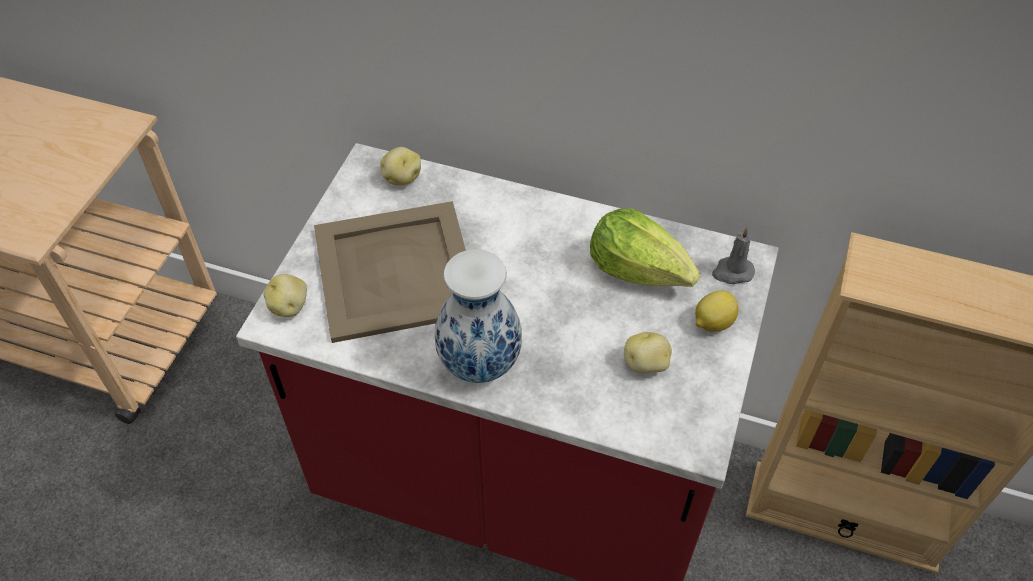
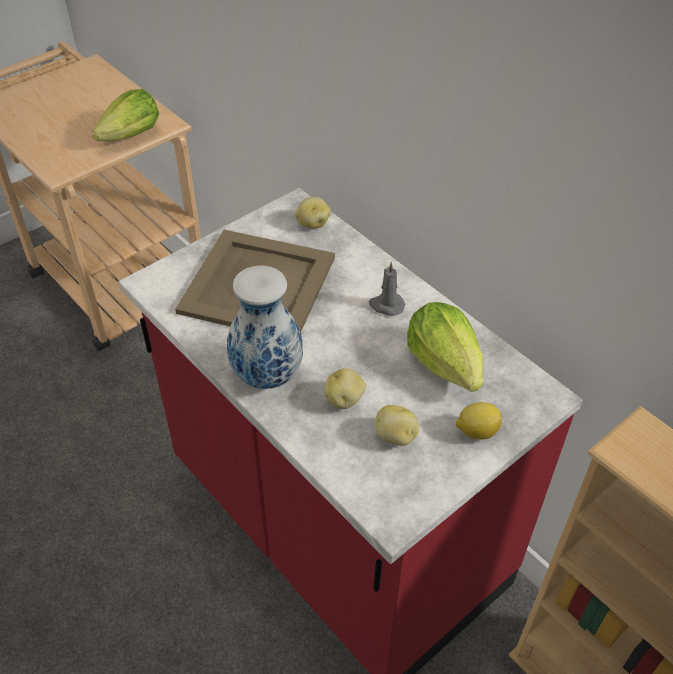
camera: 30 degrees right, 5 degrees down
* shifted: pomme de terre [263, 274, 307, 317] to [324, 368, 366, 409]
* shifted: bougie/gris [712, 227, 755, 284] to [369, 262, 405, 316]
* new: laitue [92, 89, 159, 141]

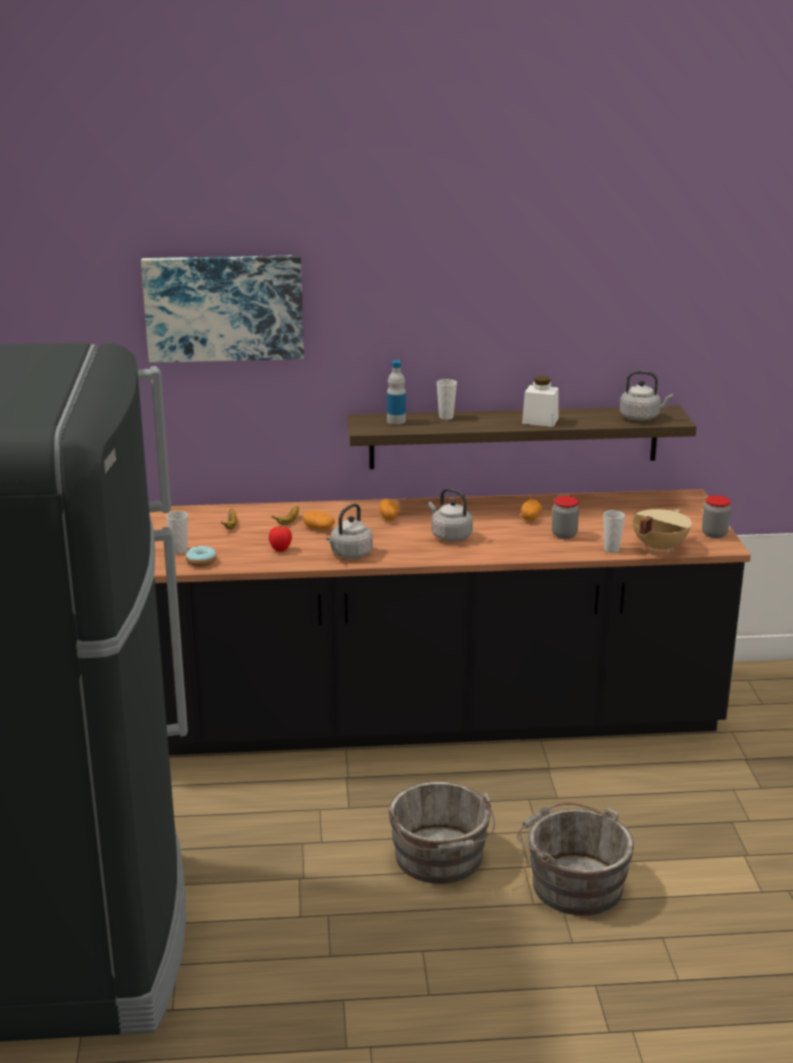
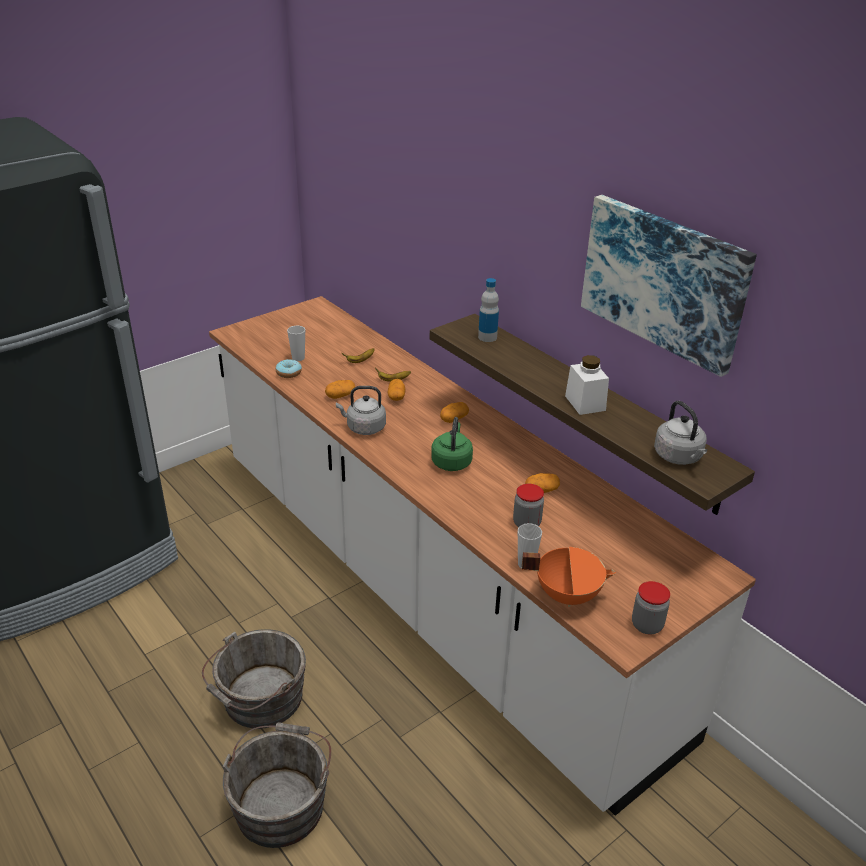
camera: 55 degrees right, 10 degrees up
* shifted: tableau [141, 255, 304, 363] to [581, 195, 757, 377]
* repainted: comptoir de cuisine/noir [149, 489, 751, 755] to comptoir de cuisine/blanc [209, 296, 756, 816]
* swapped: tomate [269, 526, 292, 552] to pomme de terre [325, 380, 355, 399]
* repainted: bouilloire/gris [428, 488, 473, 541] to bouilloire/vert [431, 417, 473, 471]
* gone: tasse [437, 379, 457, 420]
* repainted: marmite/beige [633, 509, 692, 552] to marmite/orange [522, 547, 616, 607]

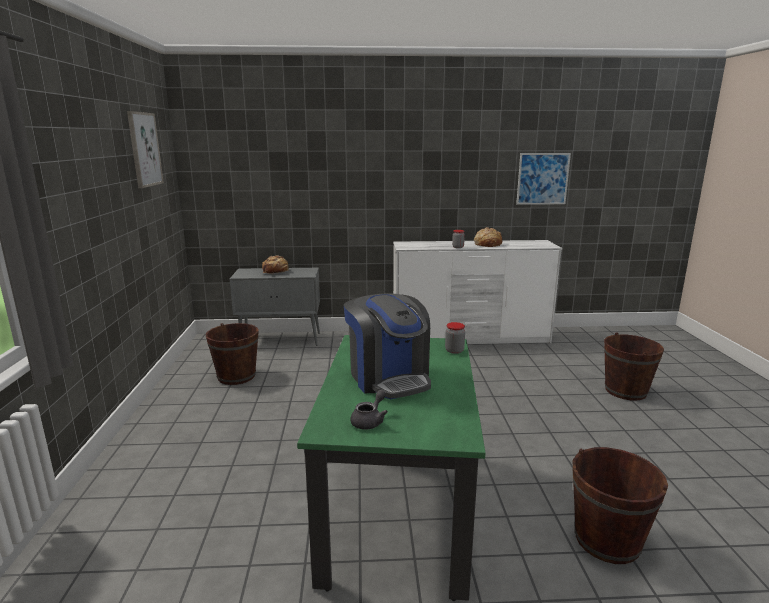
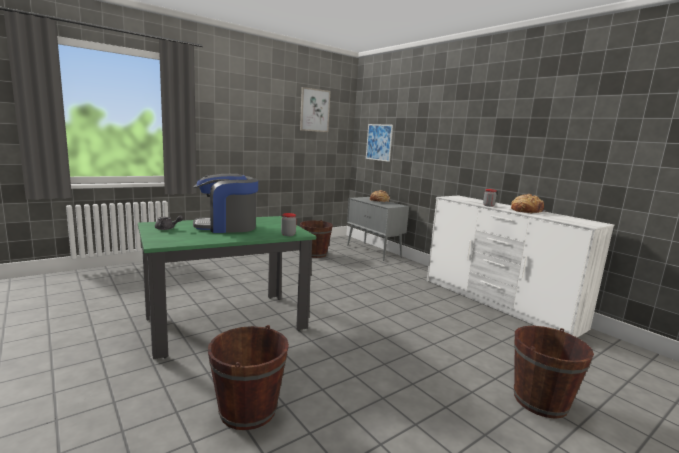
camera: 55 degrees right, 5 degrees down
* rotated: machine à café [344, 293, 431, 399] = [193, 174, 258, 233] 45 degrees clockwise
* shifted: tableau [516, 153, 571, 205] to [366, 124, 393, 162]

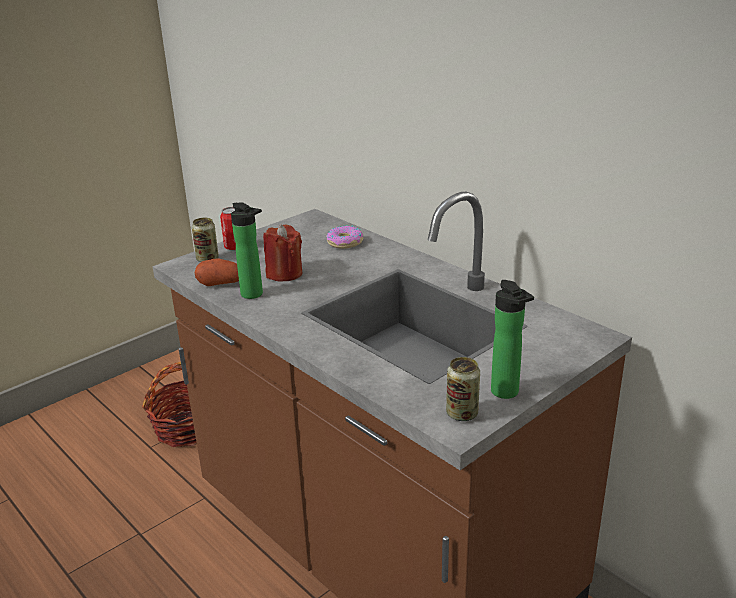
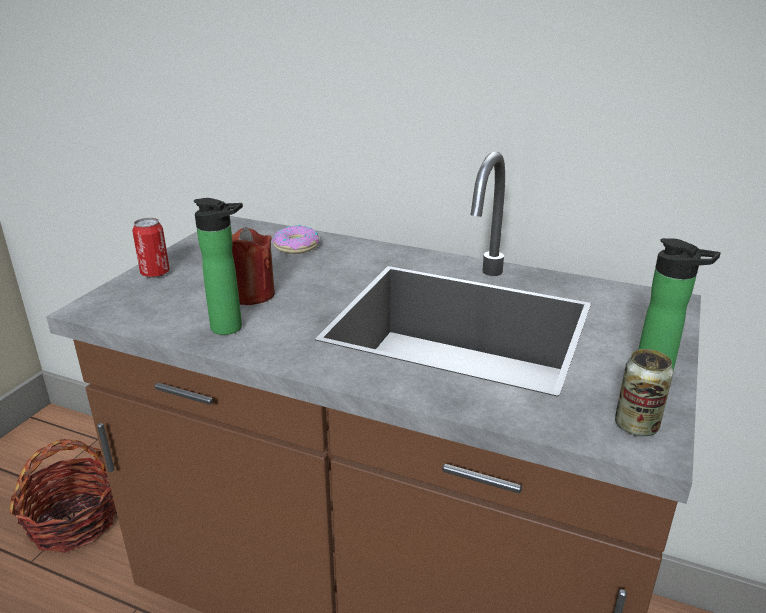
camera: 25 degrees left, 0 degrees up
* gone: boîte métallique [192, 218, 219, 262]
* gone: pomme de terre [194, 258, 239, 286]

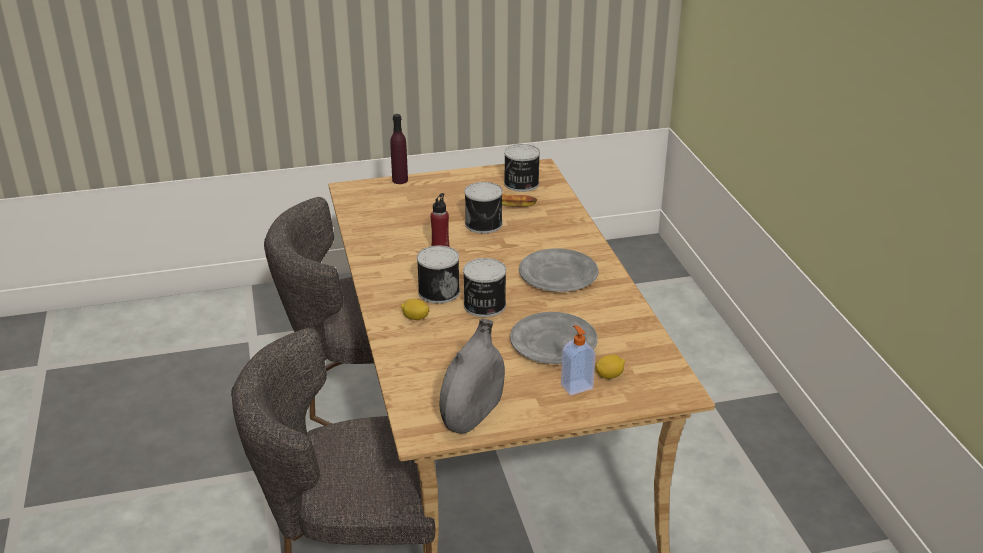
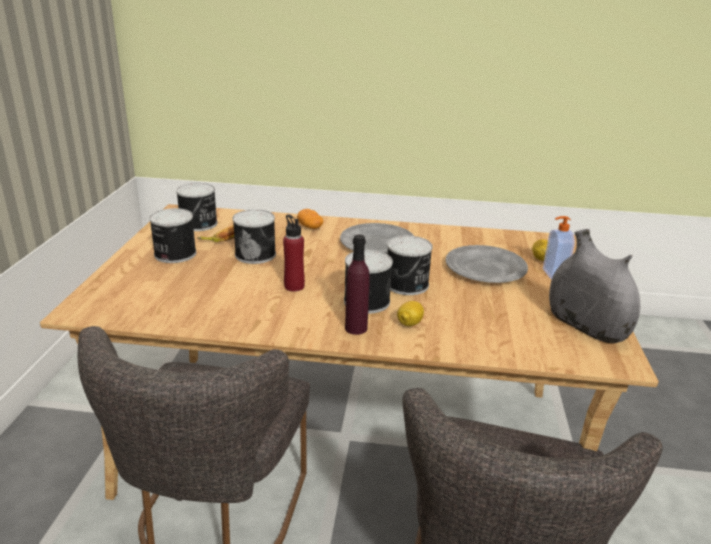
camera: 70 degrees left, 5 degrees down
* shifted: bouteille/violet [390, 114, 408, 184] to [345, 235, 370, 335]
* new: boîte métallique [149, 208, 196, 263]
* new: pomme de terre [297, 209, 323, 229]

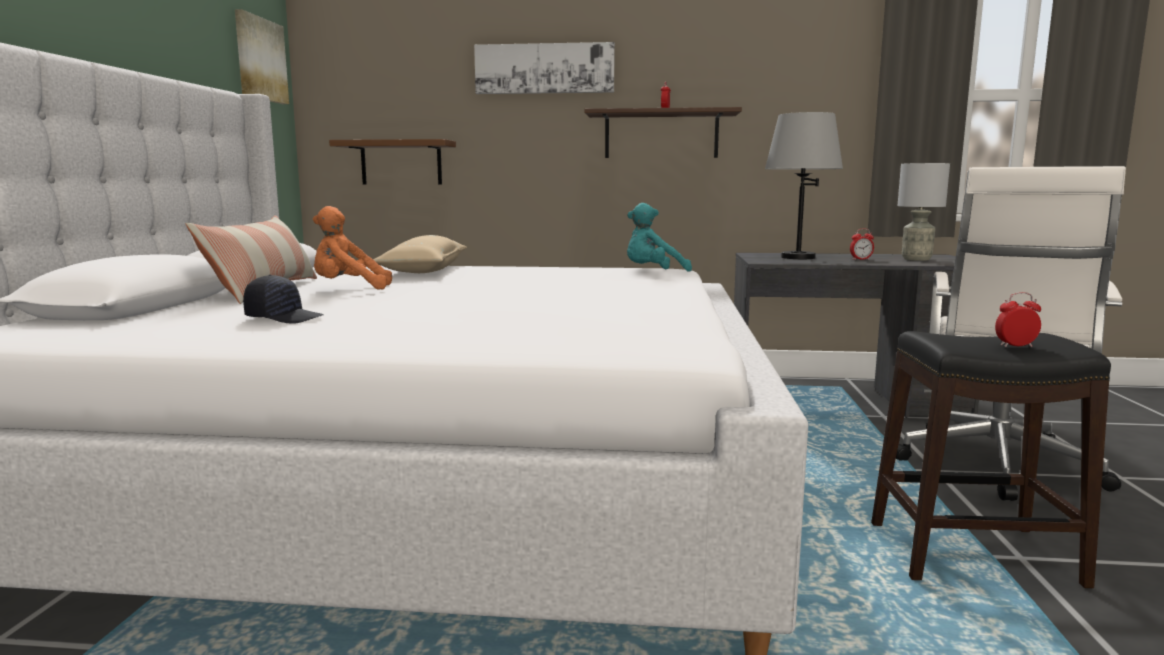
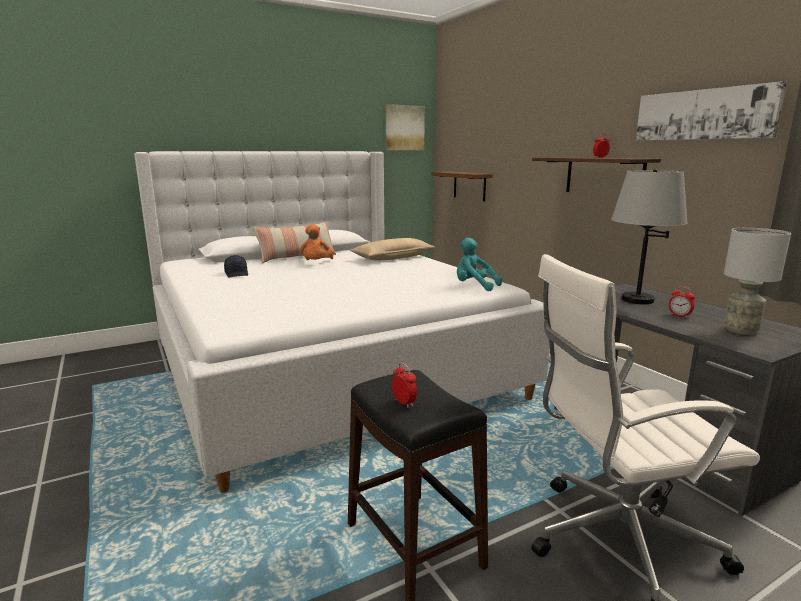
camera: 55 degrees right, 5 degrees up
* rotated: peluche/orange [313, 206, 392, 290] = [300, 224, 334, 260] 135 degrees counterclockwise
* shifted: tableau [474, 42, 615, 94] to [636, 81, 787, 141]

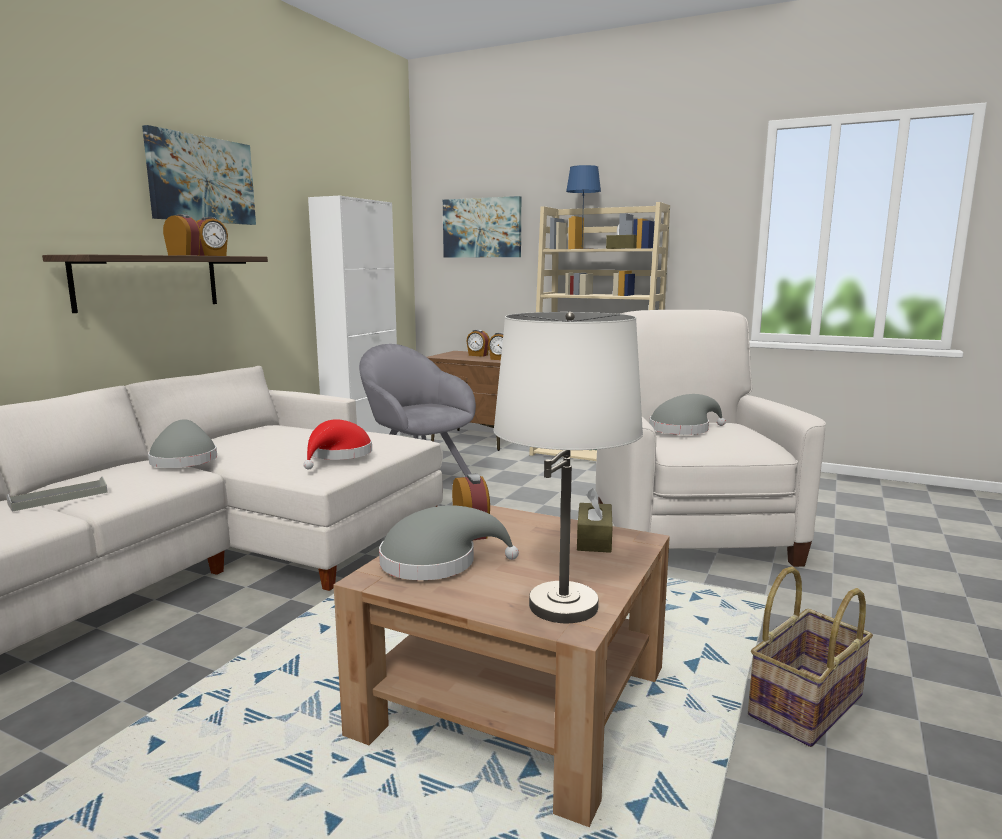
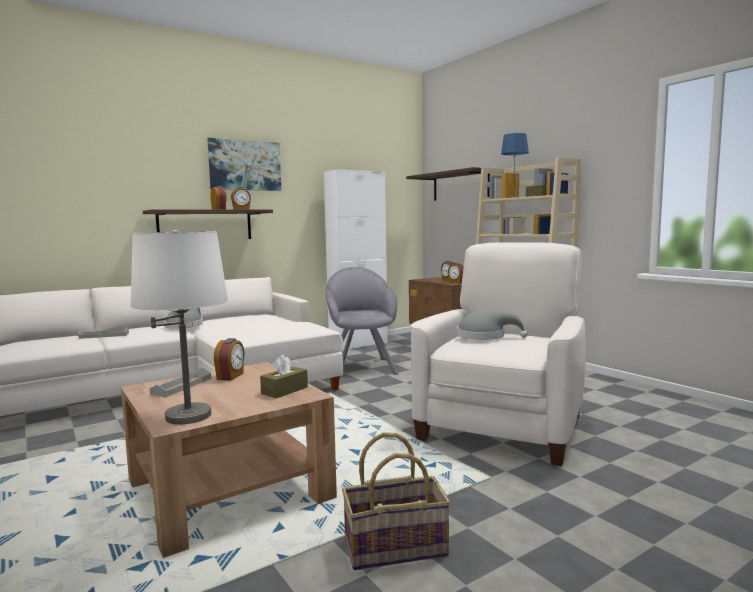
camera: 30 degrees right, 5 degrees down
* gone: chapeau/rouge [303, 419, 372, 470]
* swapped: chapeau/gris [379, 505, 519, 580] to plateau/gris [150, 368, 211, 397]
* swapped: tableau [443, 196, 521, 258] to étagère [406, 167, 490, 201]

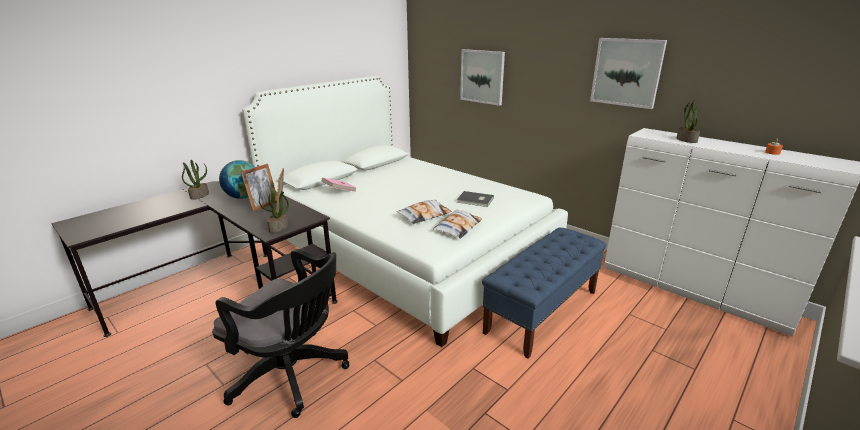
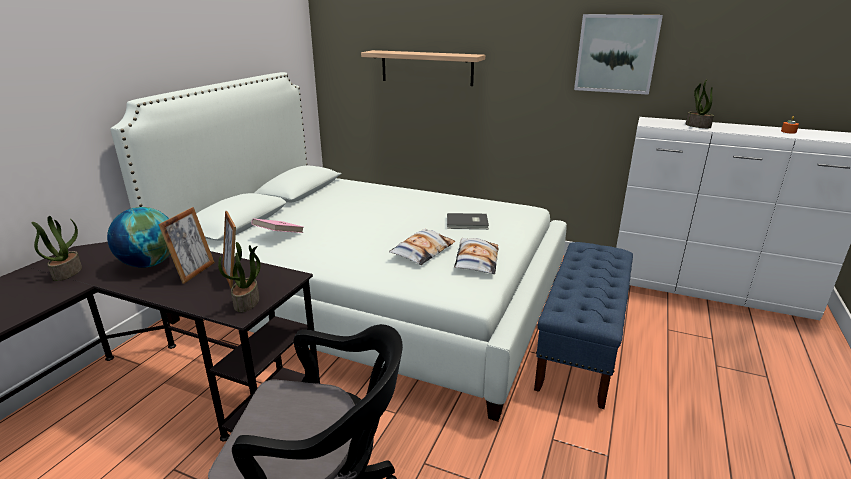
camera: 20 degrees left, 0 degrees up
* swapped: tableau [460, 49, 505, 106] to étagère [361, 50, 485, 86]

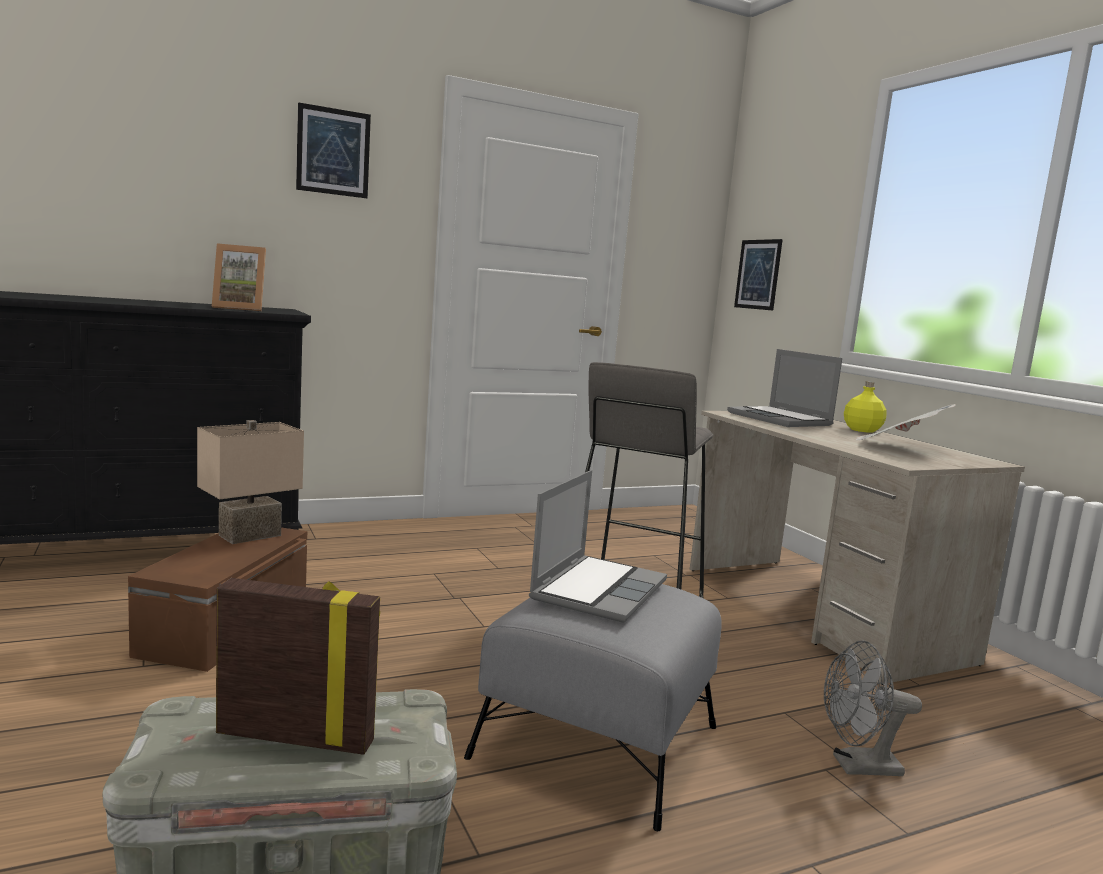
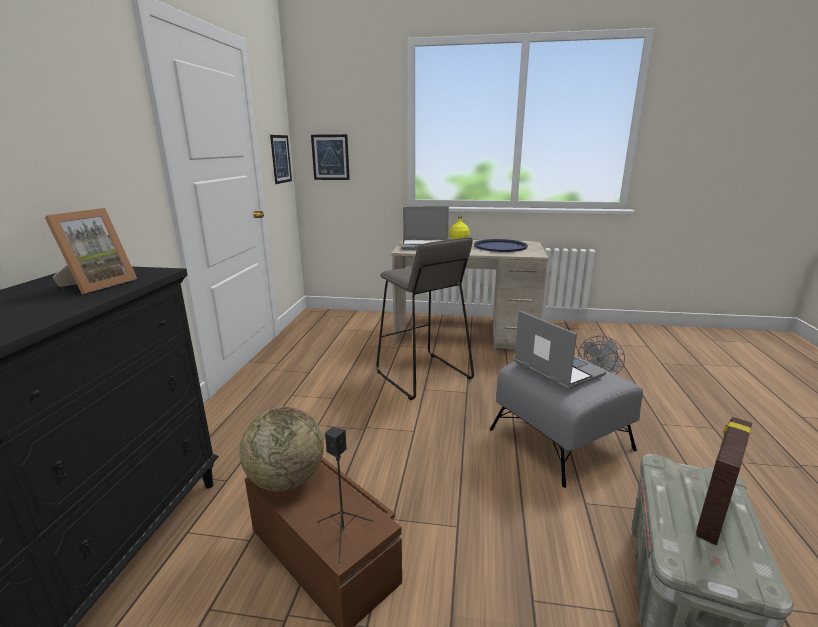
camera: 55 degrees left, 10 degrees up
* swapped: lampe de table/beige [197, 420, 304, 544] to globe [240, 407, 324, 492]
* shifted: tableau [296, 102, 371, 198] to [270, 135, 292, 184]
* swapped: journal [856, 404, 956, 441] to plateau/bleu [474, 239, 528, 252]
* new: enceinte/noir [317, 427, 374, 563]

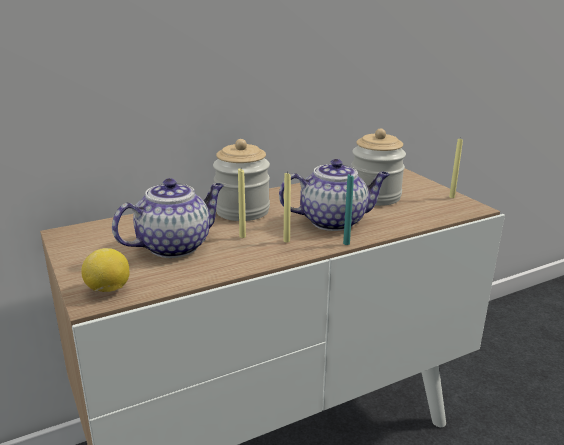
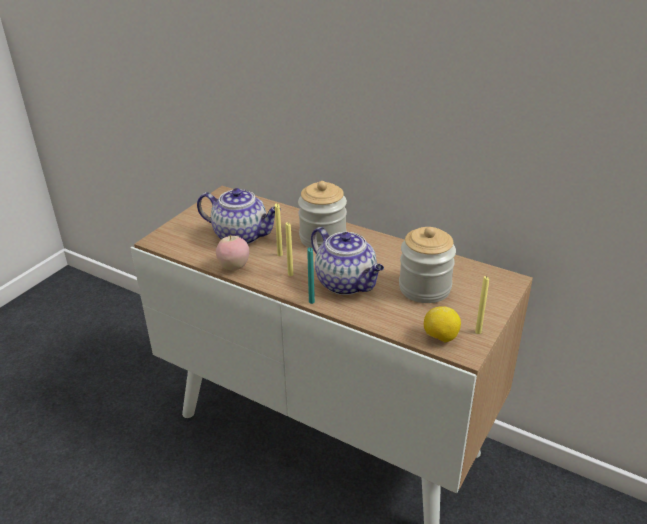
camera: 60 degrees right, 10 degrees up
* shifted: citron [81, 248, 130, 292] to [424, 306, 461, 343]
* new: pomme [216, 234, 249, 271]

